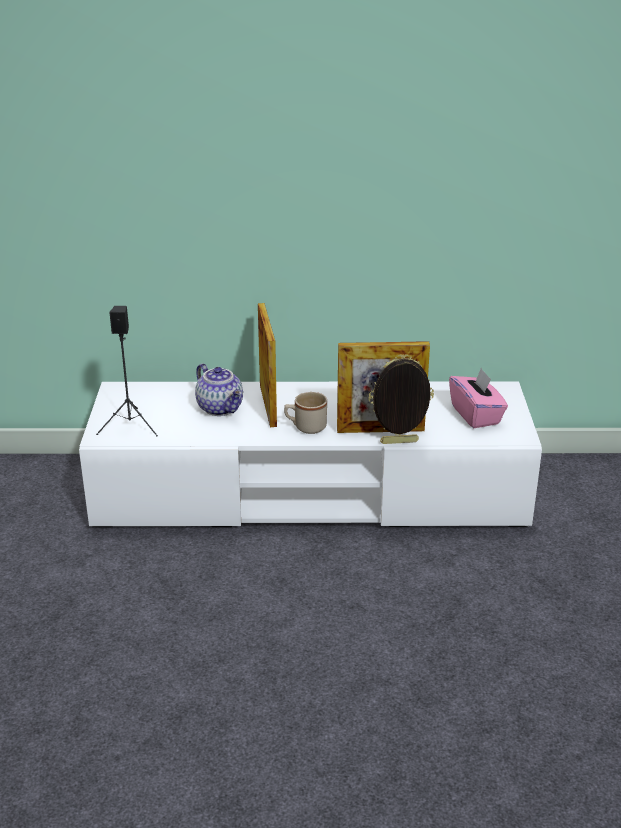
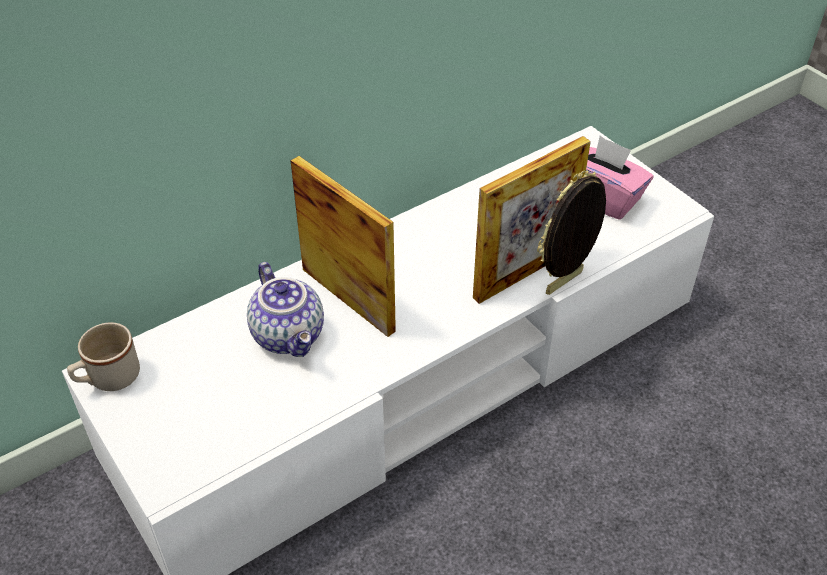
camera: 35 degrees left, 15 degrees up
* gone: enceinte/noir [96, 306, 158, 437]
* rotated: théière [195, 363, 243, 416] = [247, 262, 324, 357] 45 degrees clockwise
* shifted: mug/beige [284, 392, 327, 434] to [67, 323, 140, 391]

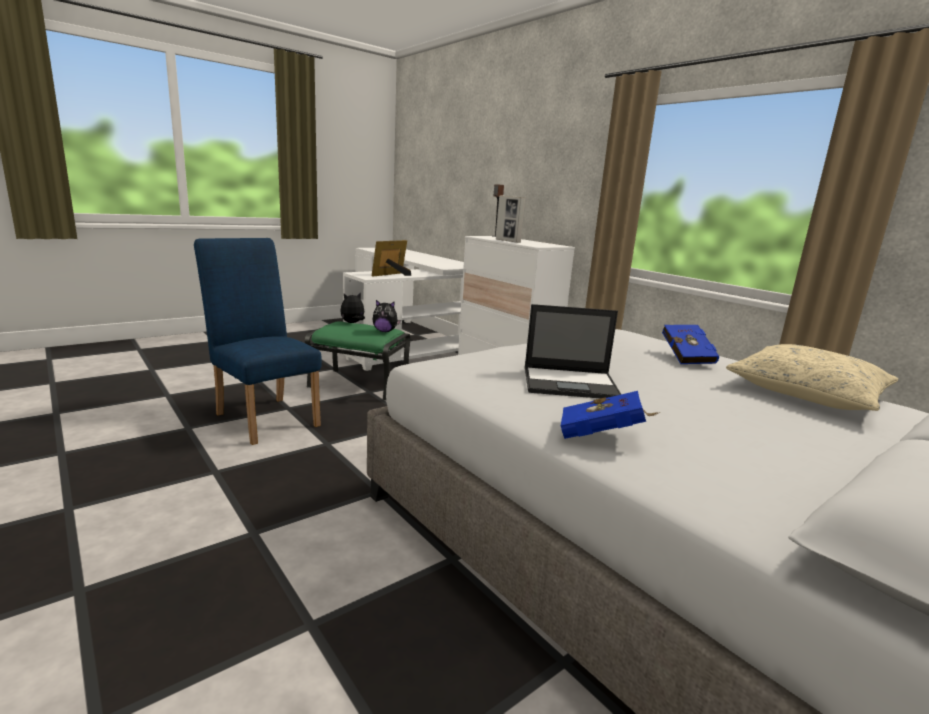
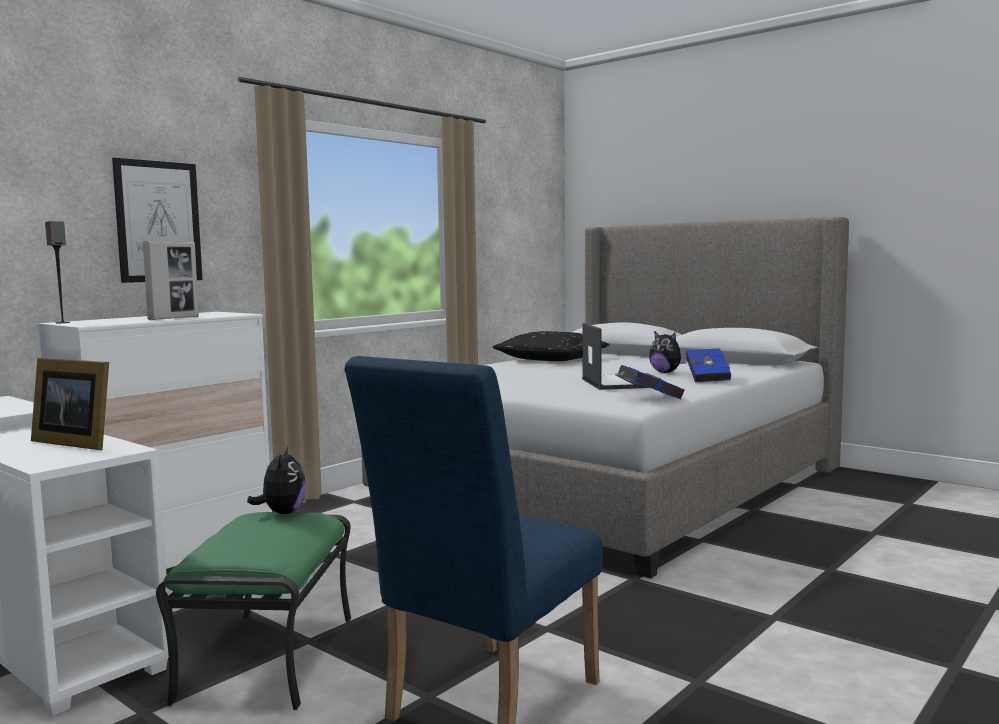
camera: 100 degrees left, 10 degrees down
* shifted: peluche [340, 292, 365, 323] to [649, 331, 687, 373]
* shifted: livre/bleu [662, 325, 719, 364] to [615, 365, 685, 400]
* repainted: coussin/beige [726, 344, 898, 411] to coussin/noir [492, 331, 609, 361]
* new: tableau [112, 158, 202, 283]

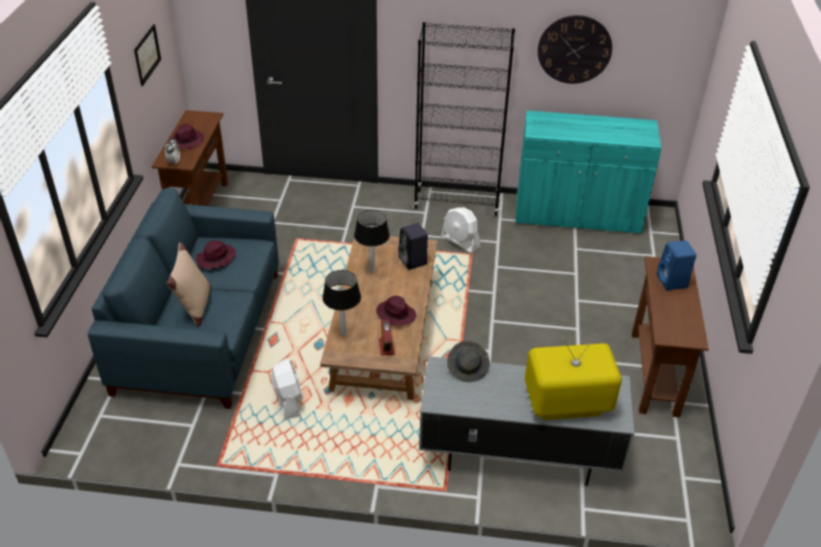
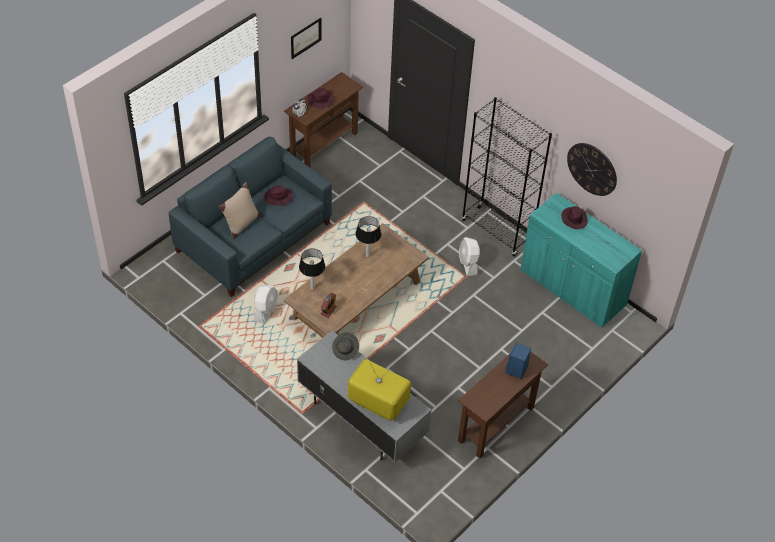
camera: 35 degrees right, 10 degrees up
* shifted: chapeau/violet [376, 296, 416, 326] to [561, 206, 588, 229]
* gone: enceinte/noir [398, 223, 428, 270]

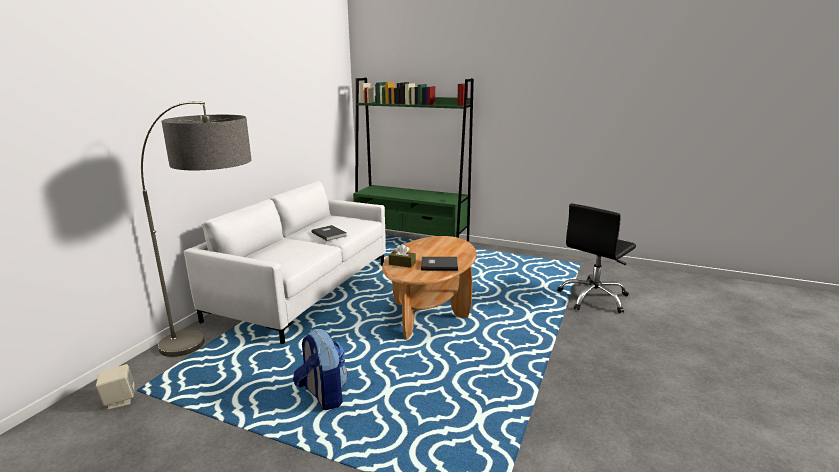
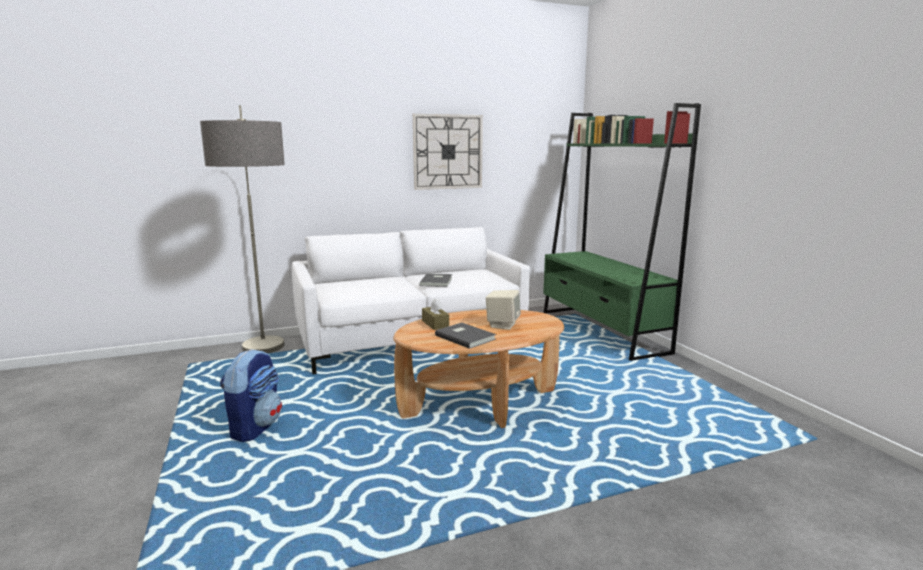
camera: 45 degrees right, 5 degrees down
* shifted: enceinte/beige [96, 364, 135, 409] to [486, 290, 521, 330]
* gone: chaise de bureau/noir [557, 203, 636, 313]
* new: horloge murale [413, 114, 483, 190]

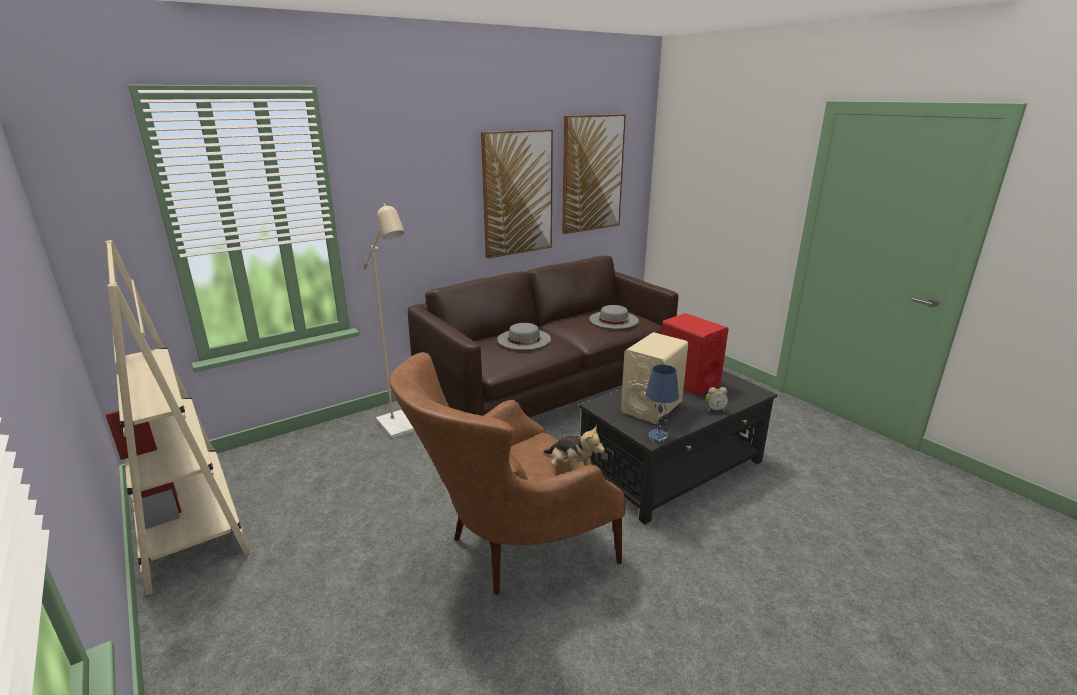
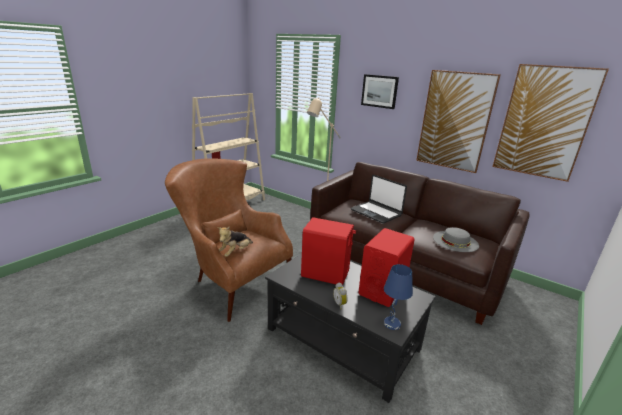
camera: 70 degrees right, 0 degrees up
* swapped: chapeau/gris [497, 323, 551, 350] to ordinateur portable [351, 175, 407, 223]
* repainted: enceinte/beige [621, 332, 688, 424] to enceinte/rouge [301, 217, 356, 285]
* shifted: lampe de table/bleu [645, 364, 679, 442] to [384, 264, 413, 330]
* new: tableau [361, 74, 399, 109]

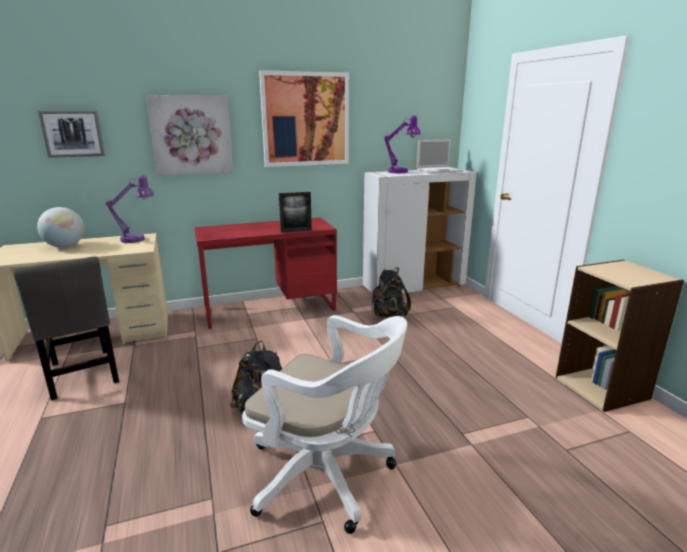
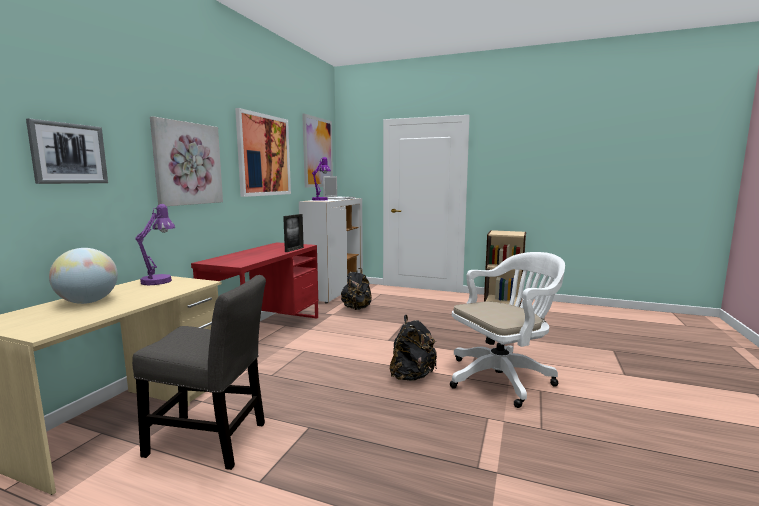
camera: 50 degrees left, 10 degrees down
* new: tableau [302, 114, 333, 187]

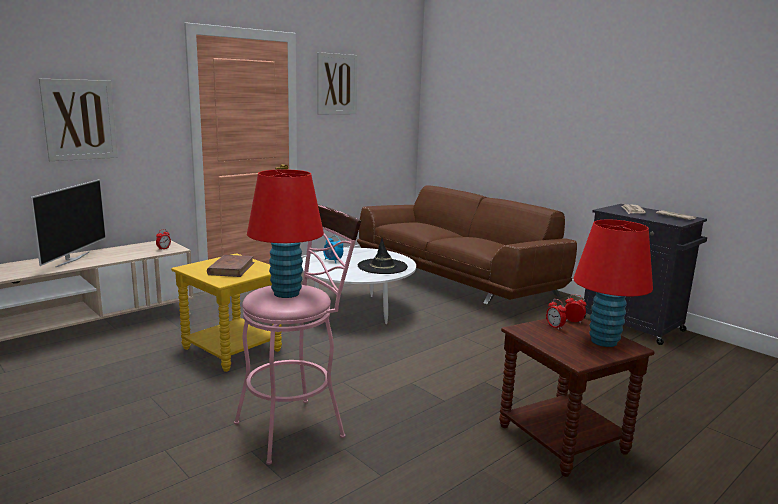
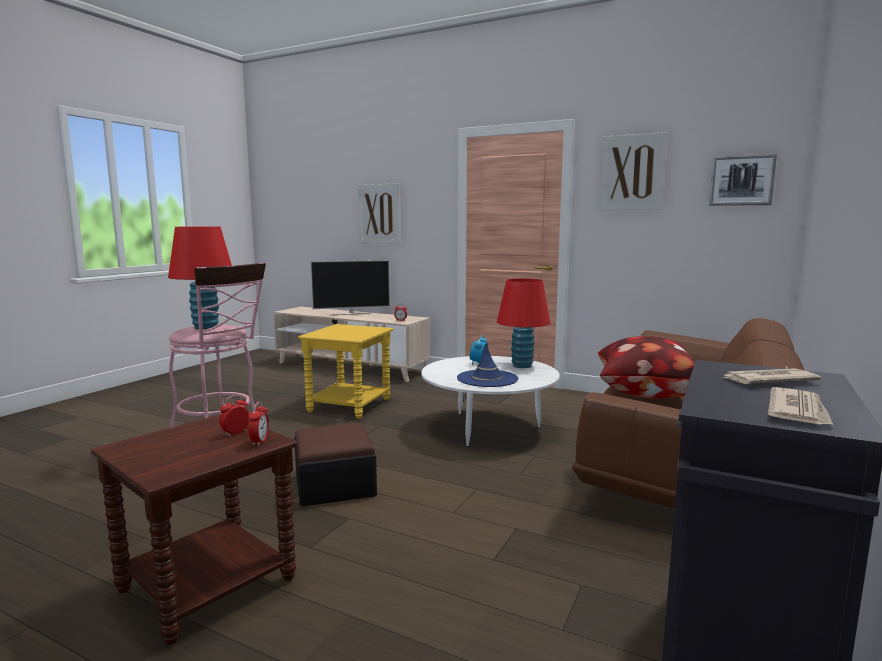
camera: 70 degrees right, 5 degrees down
* gone: livre/marron [207, 255, 255, 277]
* repainted: chapeau/noir [358, 238, 408, 274] to chapeau/bleu [457, 342, 518, 387]
* shifted: lampe de table/rouge [573, 220, 653, 347] to [497, 278, 550, 368]
* new: pouf [294, 423, 377, 507]
* new: coussin [598, 336, 695, 398]
* new: tableau [709, 154, 777, 206]

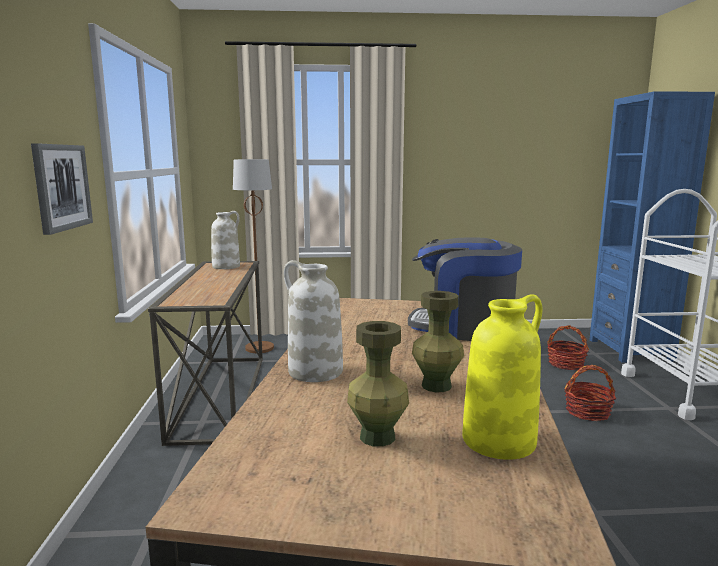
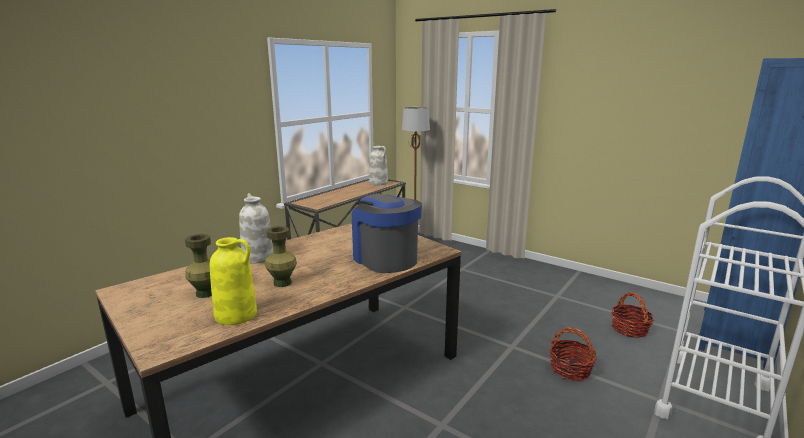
camera: 40 degrees right, 5 degrees up
* gone: tableau [31, 144, 93, 235]

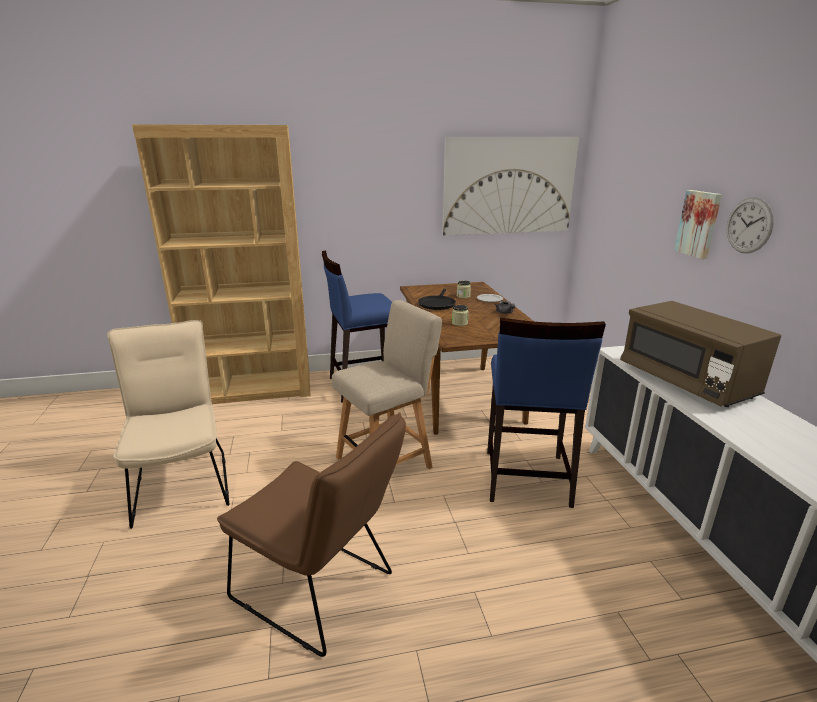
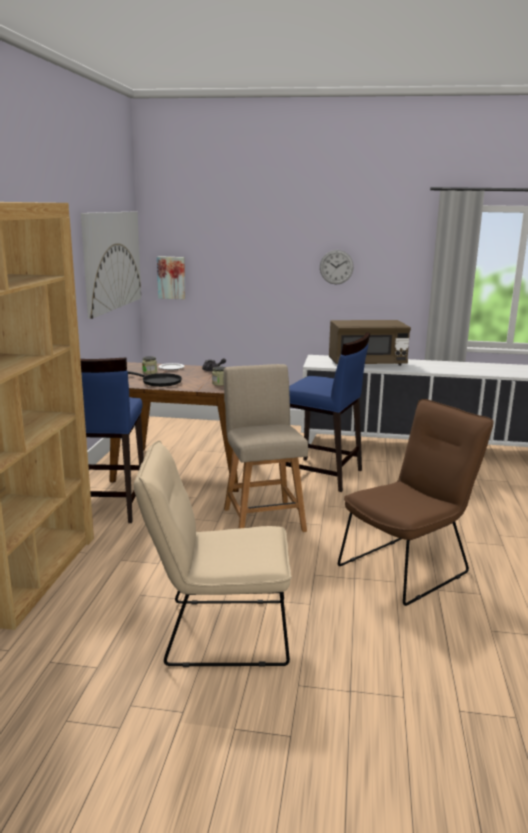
camera: 70 degrees left, 5 degrees down
* shifted: tableau [674, 190, 722, 259] to [157, 256, 185, 299]

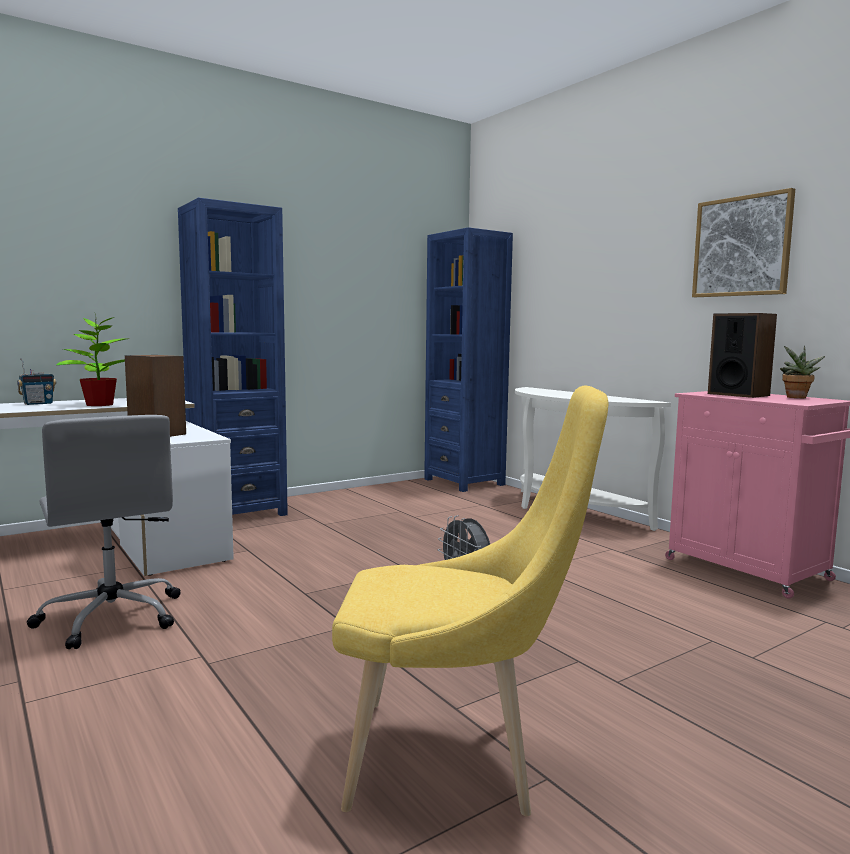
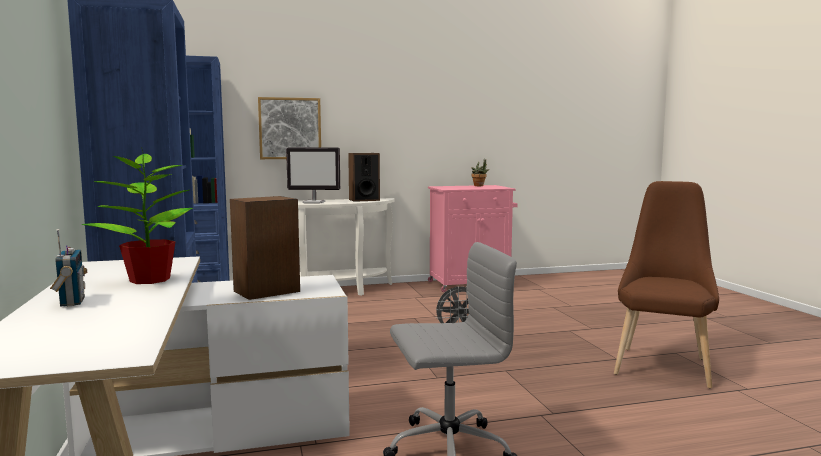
camera: 70 degrees left, 0 degrees up
* repainted: chaise/jaune [332, 385, 608, 816] to chaise/marron [614, 181, 719, 389]
* shifted: tableau [692, 188, 795, 297] to [258, 97, 321, 159]
* shifted: enceinte [708, 313, 777, 398] to [348, 153, 380, 202]
* new: écran d'ordinateur [286, 147, 340, 204]

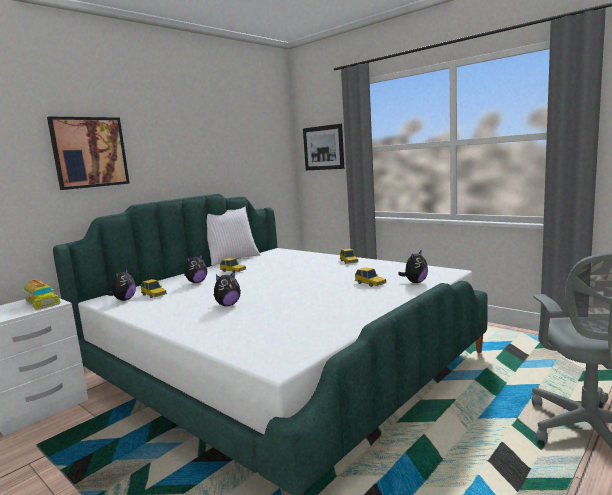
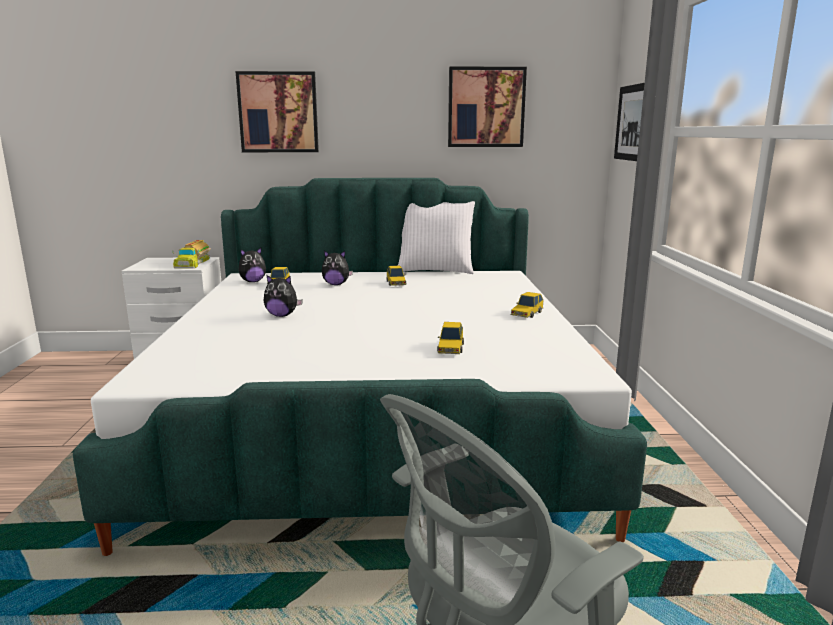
camera: 45 degrees right, 5 degrees up
* gone: peluche [398, 250, 428, 283]
* new: tableau [448, 66, 527, 147]

